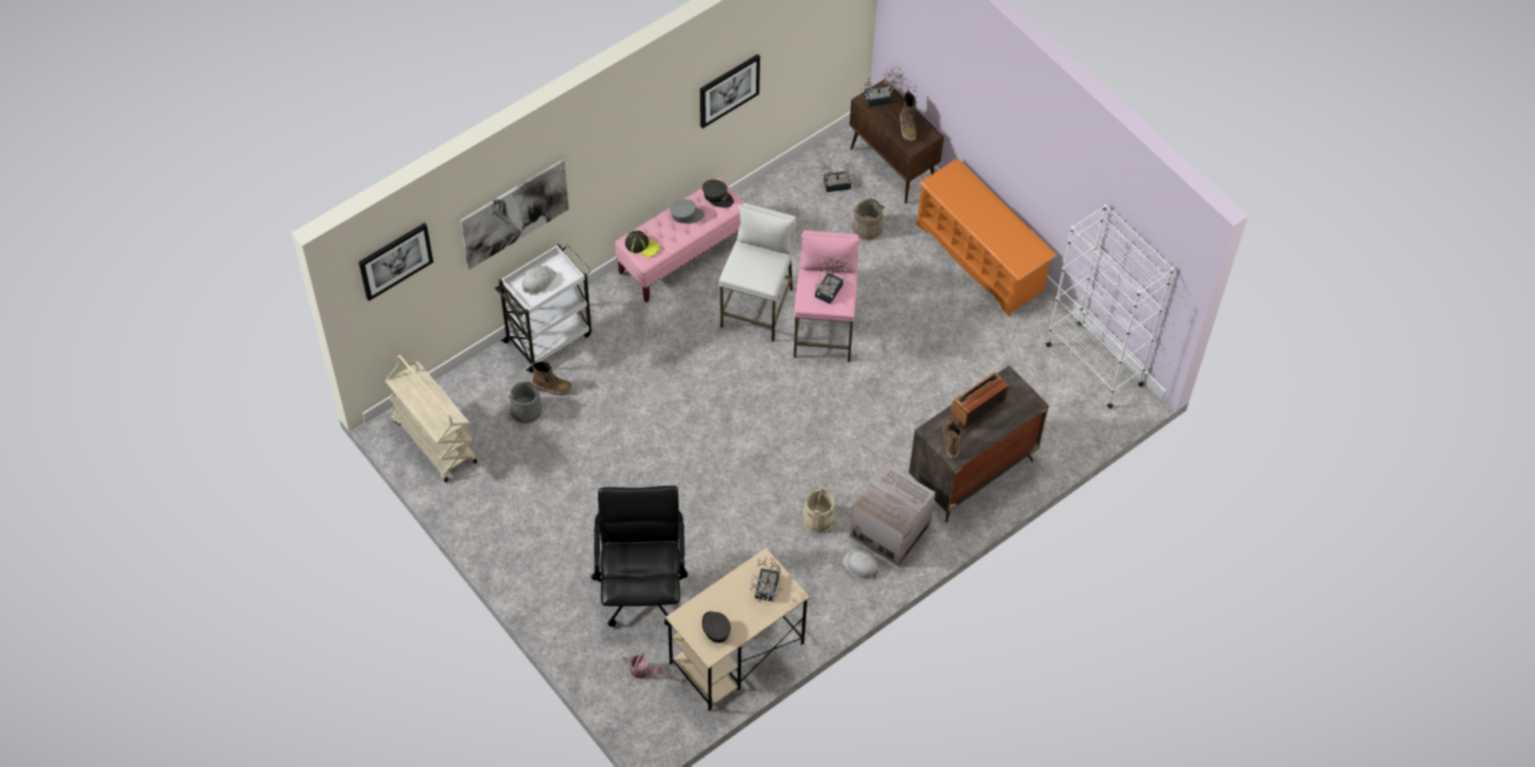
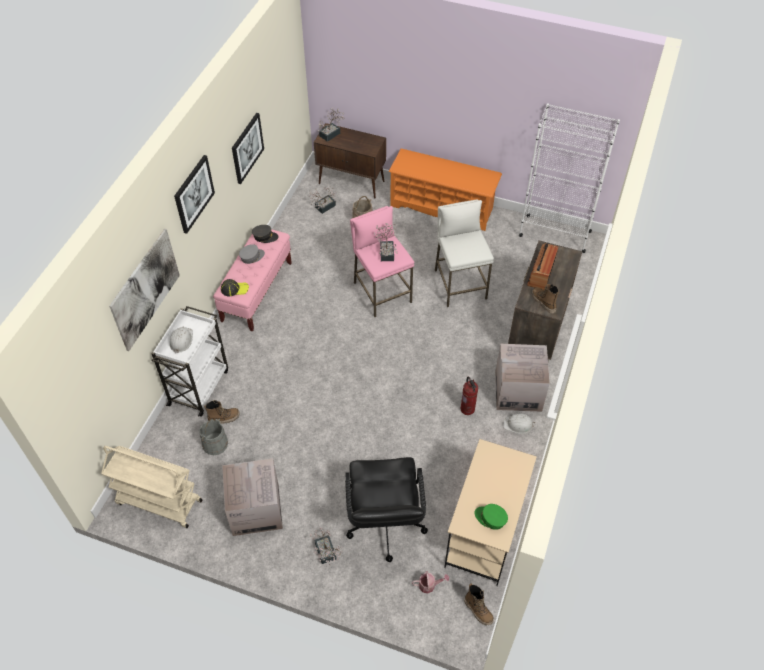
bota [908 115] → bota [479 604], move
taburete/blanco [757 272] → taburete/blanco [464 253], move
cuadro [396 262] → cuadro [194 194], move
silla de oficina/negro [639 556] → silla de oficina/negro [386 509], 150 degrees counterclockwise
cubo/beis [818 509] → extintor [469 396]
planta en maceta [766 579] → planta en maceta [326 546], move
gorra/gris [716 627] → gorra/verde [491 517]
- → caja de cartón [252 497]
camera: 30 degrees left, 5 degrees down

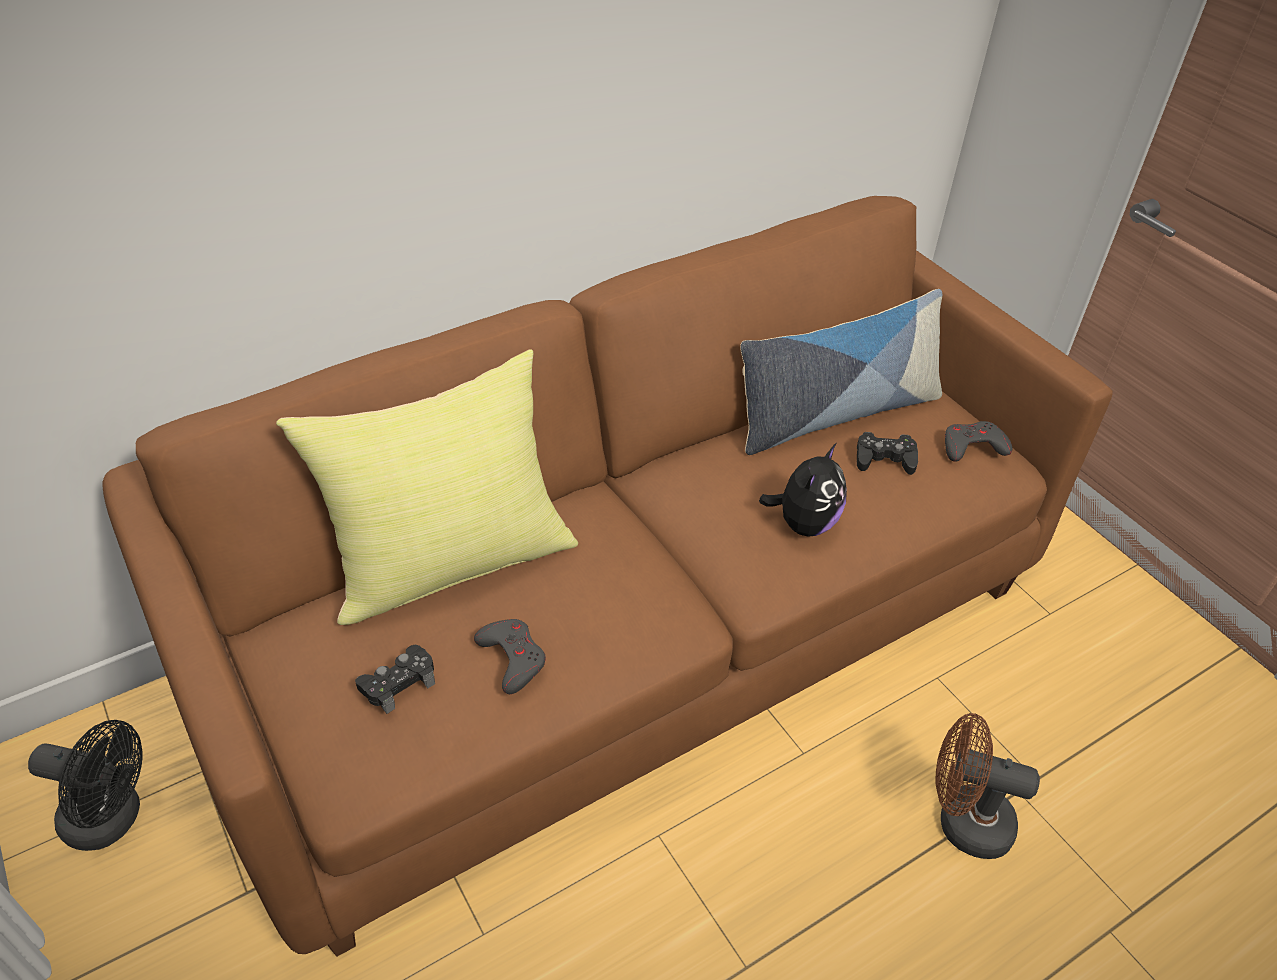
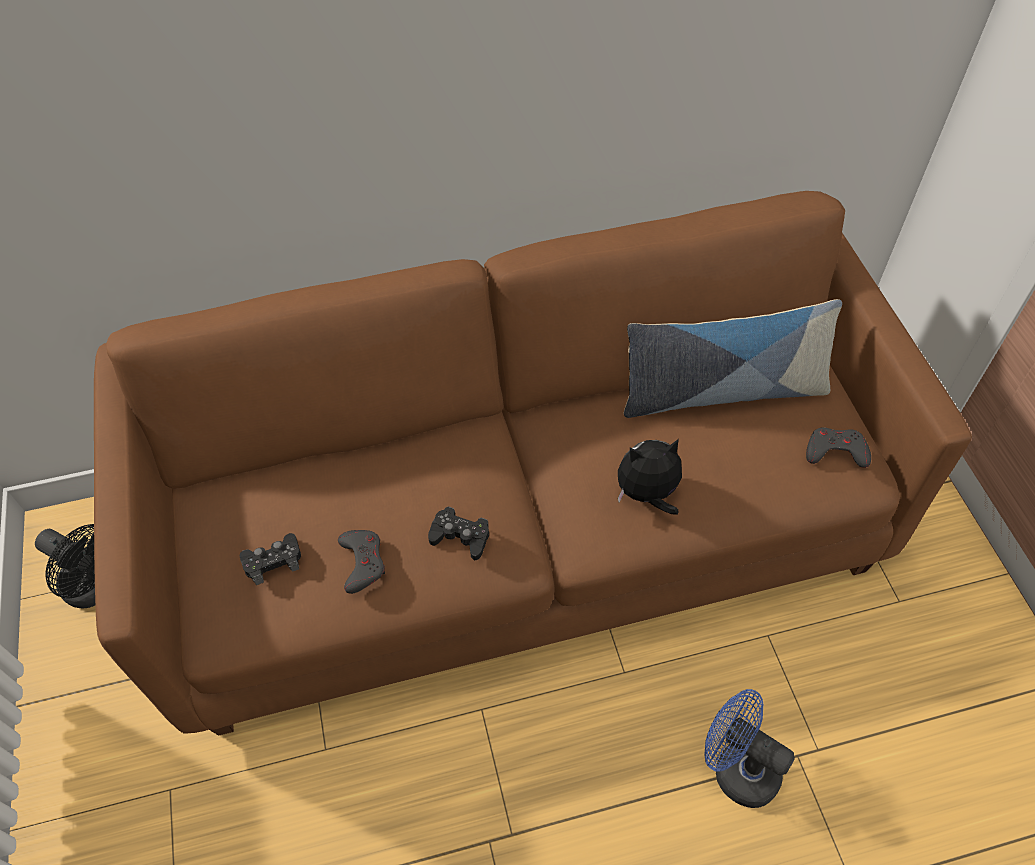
cojín/amarillo [427 487] → -
mando de consola/negro [887 453] → mando de consola/negro [458 533], move
peluche [803 490] → peluche [650 477], 150 degrees counterclockwise
ventilador/marrón [987 786] → ventilador/azul [749 748]
camera: 20 degrees right, 10 degrees up

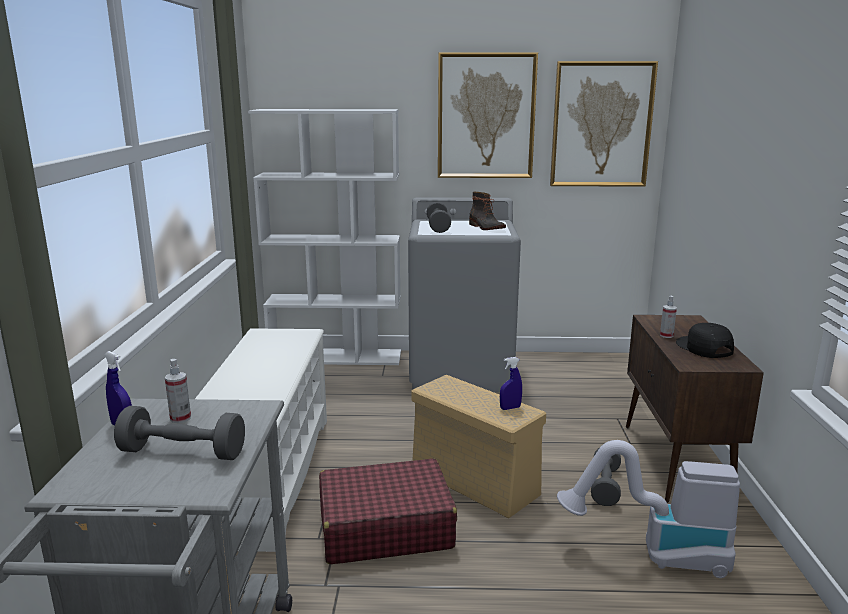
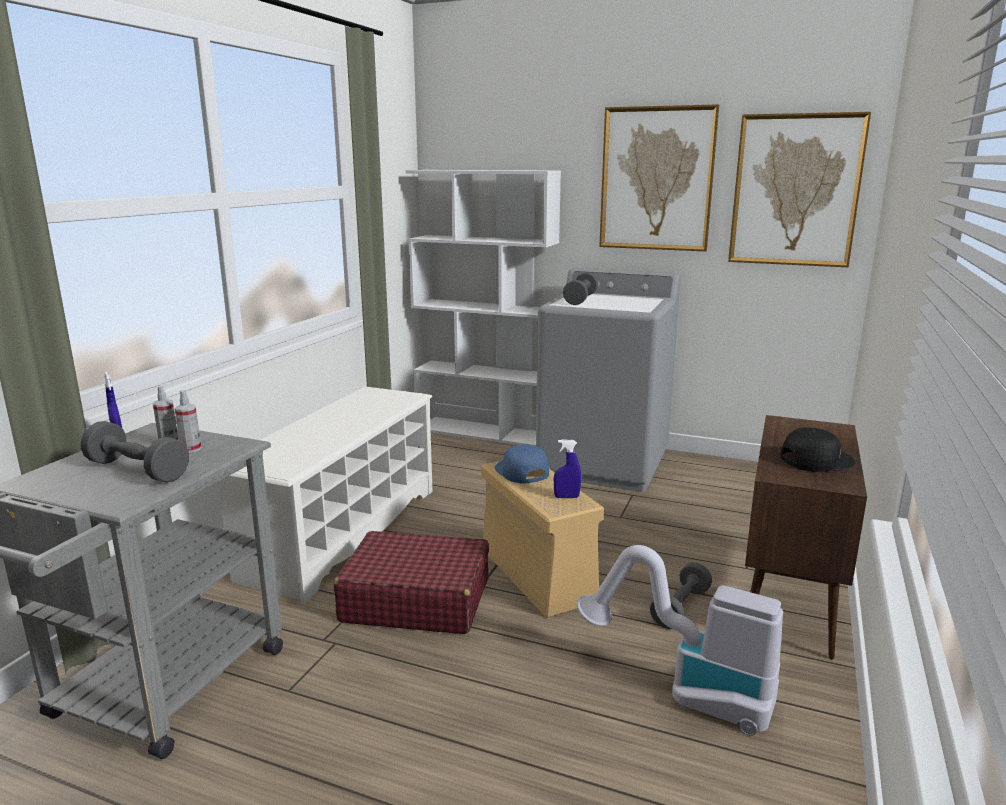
bota [487 211] → -
pulverizador [668 317] → pulverizador [188 421], move
gorra/negro [705 340] → gorra/negro [818 450], 75 degrees clockwise
- → gorra/azul [522 464]
camera: 20 degrees right, 0 degrees up

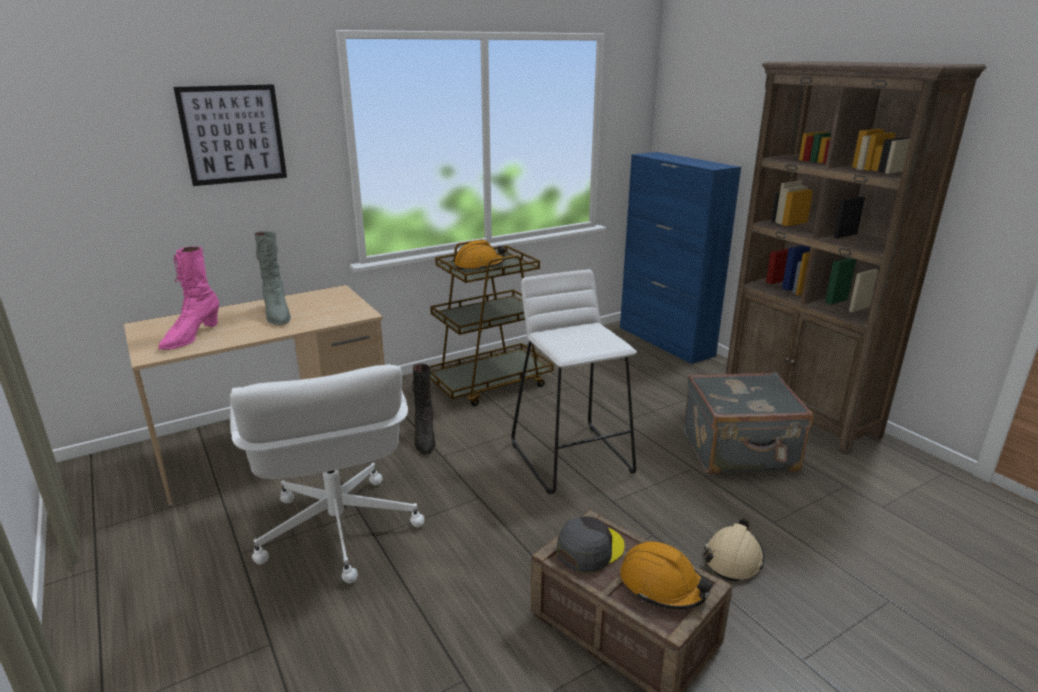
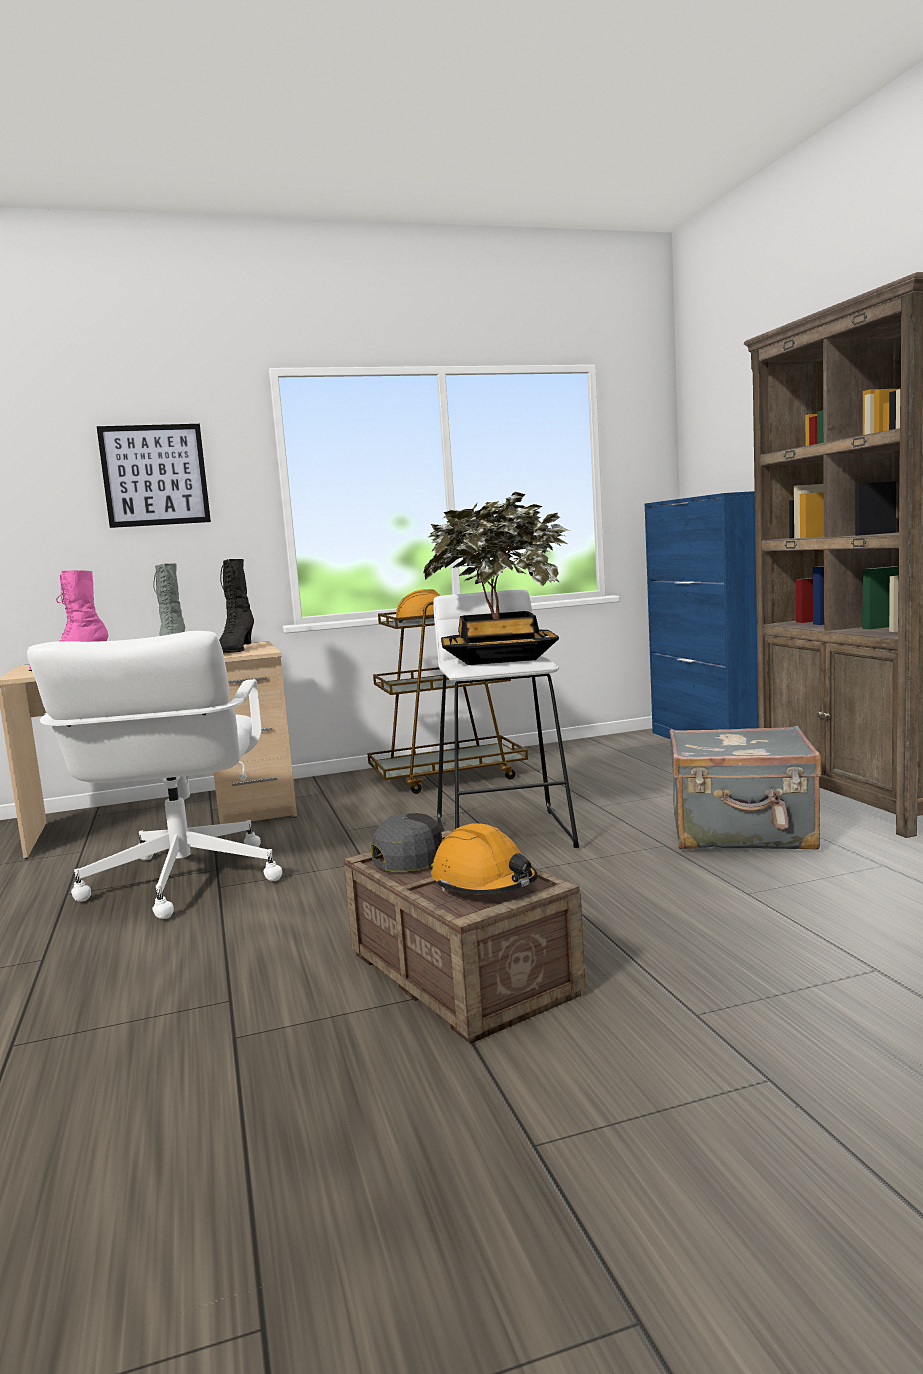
bota/negro [424 409] → bota/negro [236 606], move
casco/beis [734 549] → -
- → planta en maceta [496 578]
camera: 15 degrees right, 15 degrees down

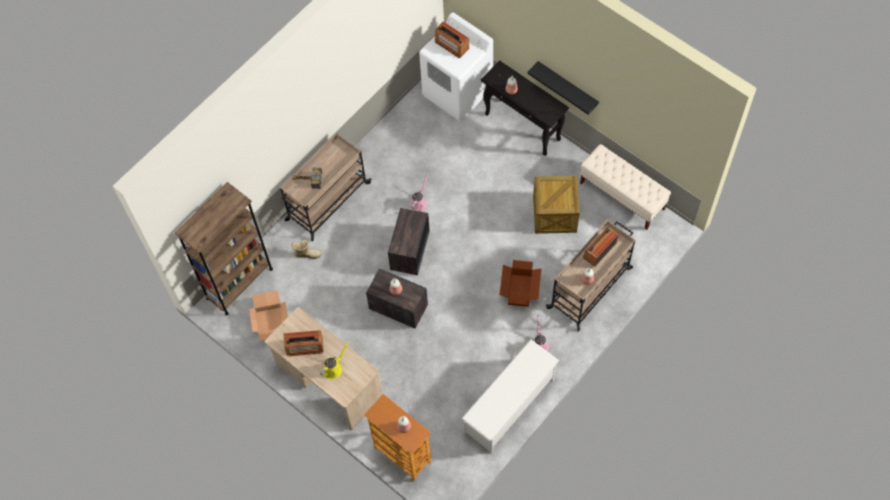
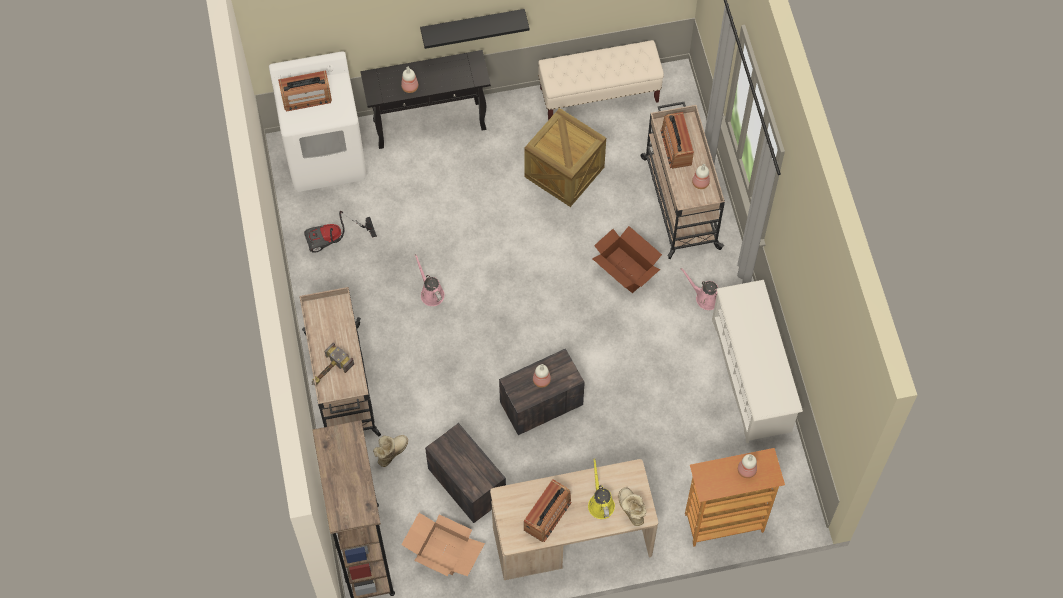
caja de embalaje [409 241] → caja de embalaje [465 473], move
- → aspiradora [340 232]
- → bota [632 506]
camera: 55 degrees left, 0 degrees up

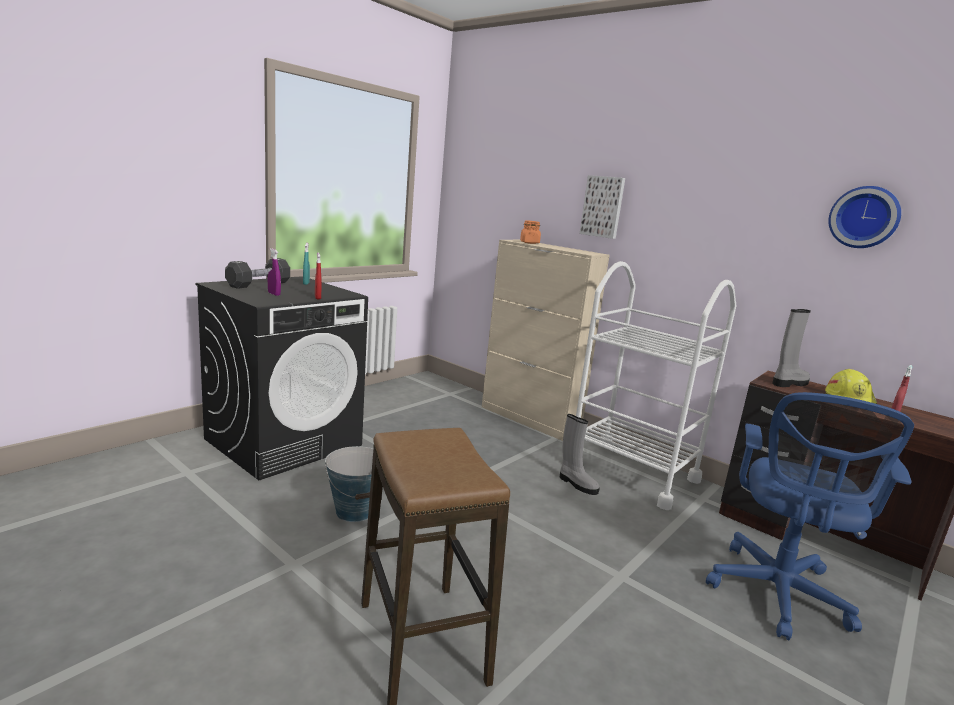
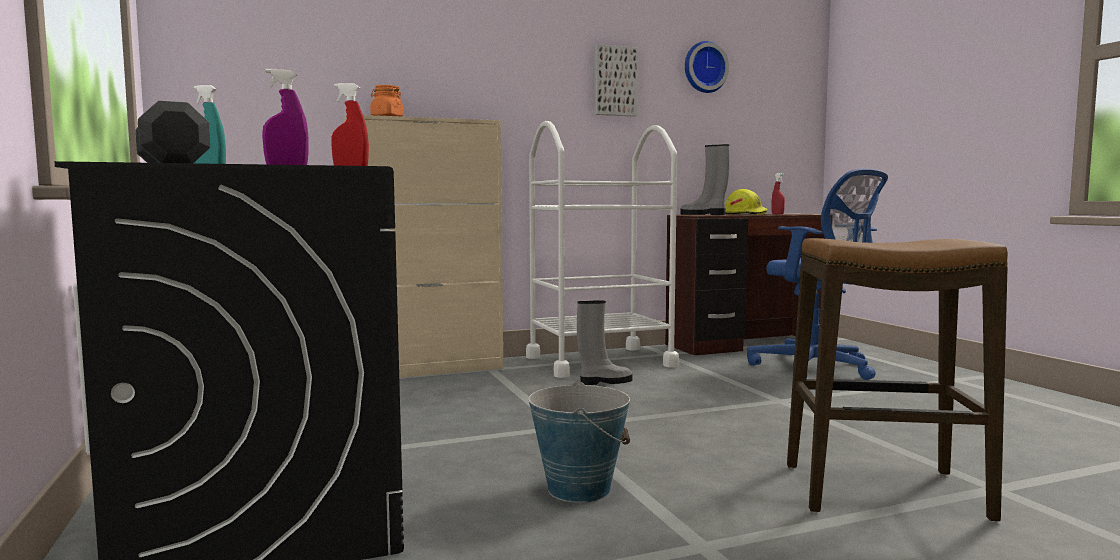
cuadro [602 207] → cuadro [616 80], move
bota/gris [791 348] → bota/gris [705 179], 60 degrees counterclockwise
camera: 60 degrees left, 10 degrees down

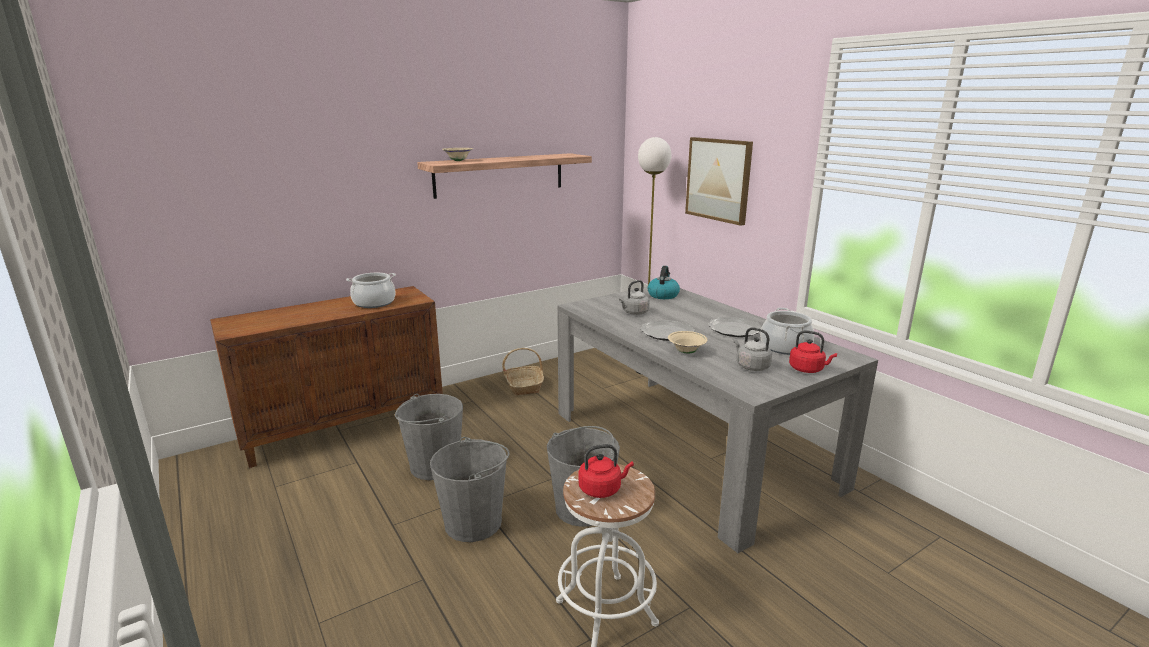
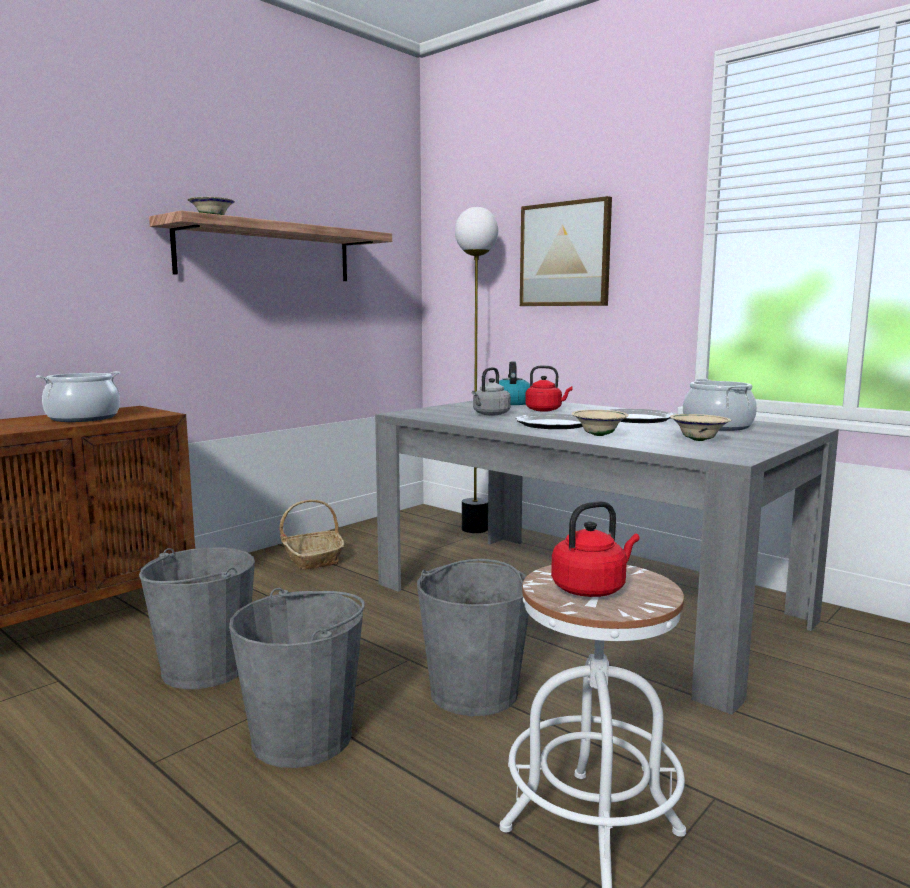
hervidor/gris [752 349] → cuenco/beis [700 427]
hervidor/rojo [813 351] → hervidor/rojo [549 389], move
camera: 15 degrees left, 10 degrees down

